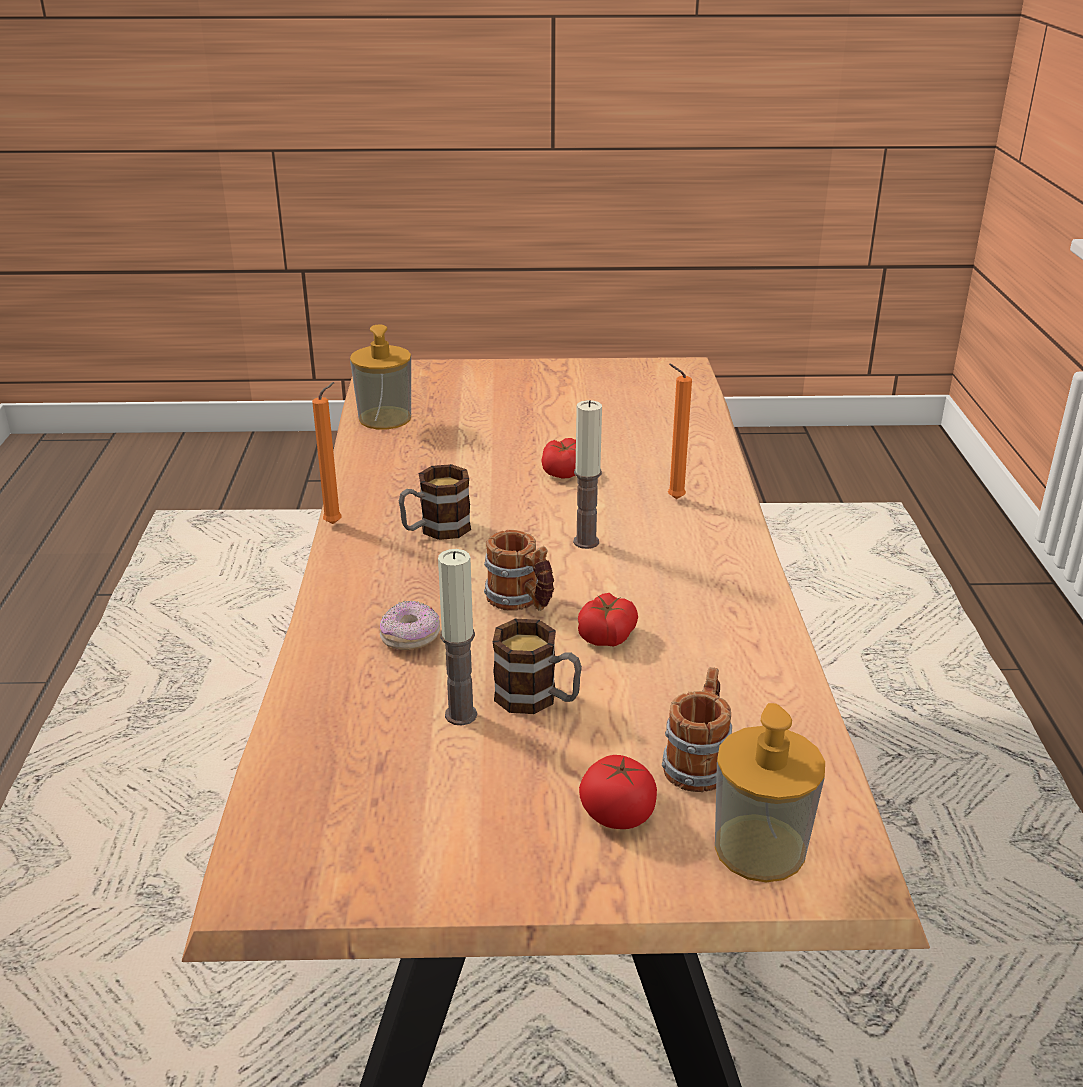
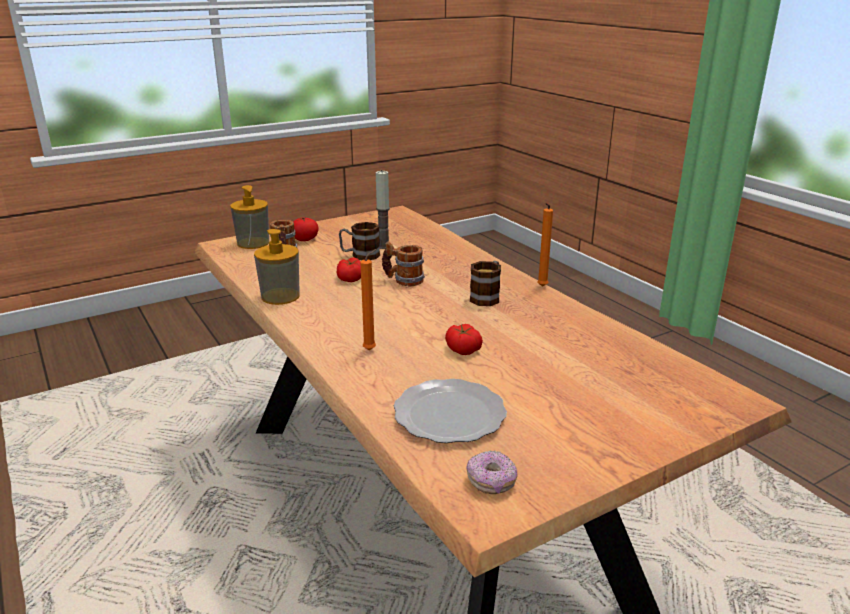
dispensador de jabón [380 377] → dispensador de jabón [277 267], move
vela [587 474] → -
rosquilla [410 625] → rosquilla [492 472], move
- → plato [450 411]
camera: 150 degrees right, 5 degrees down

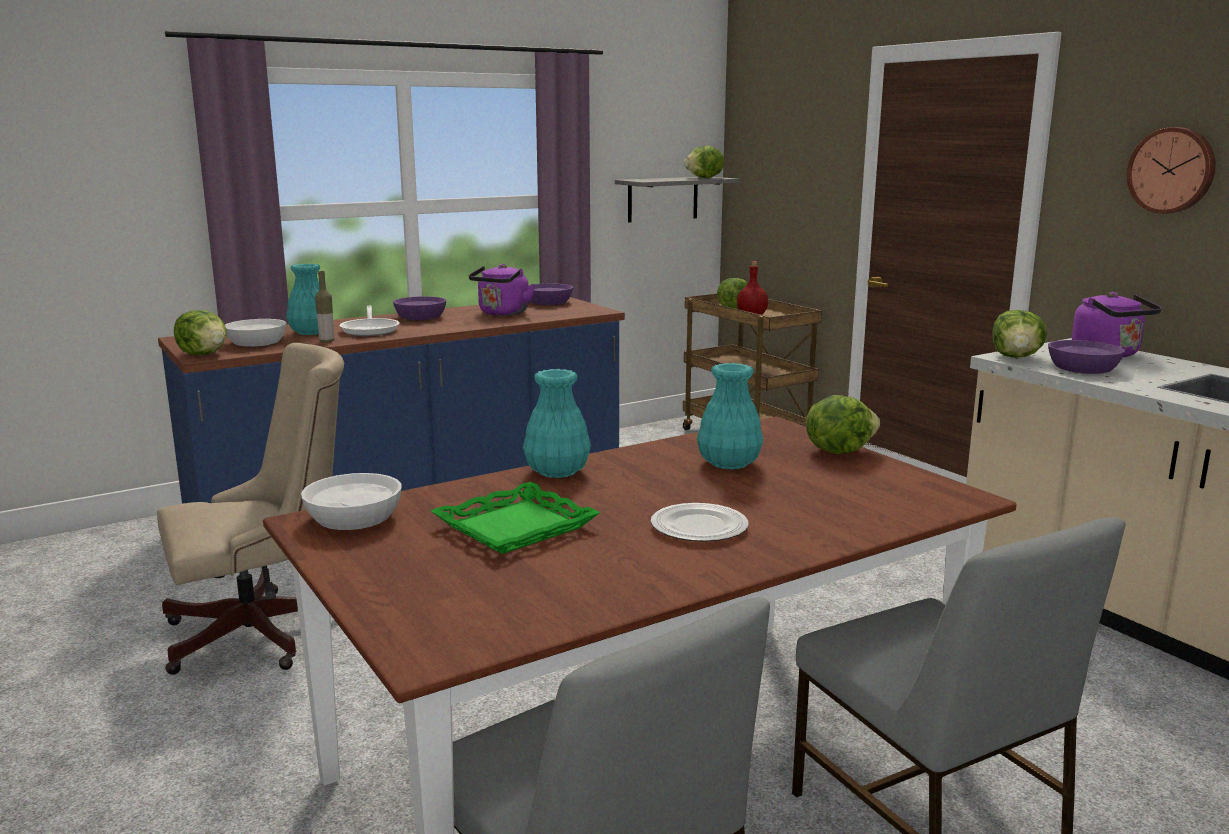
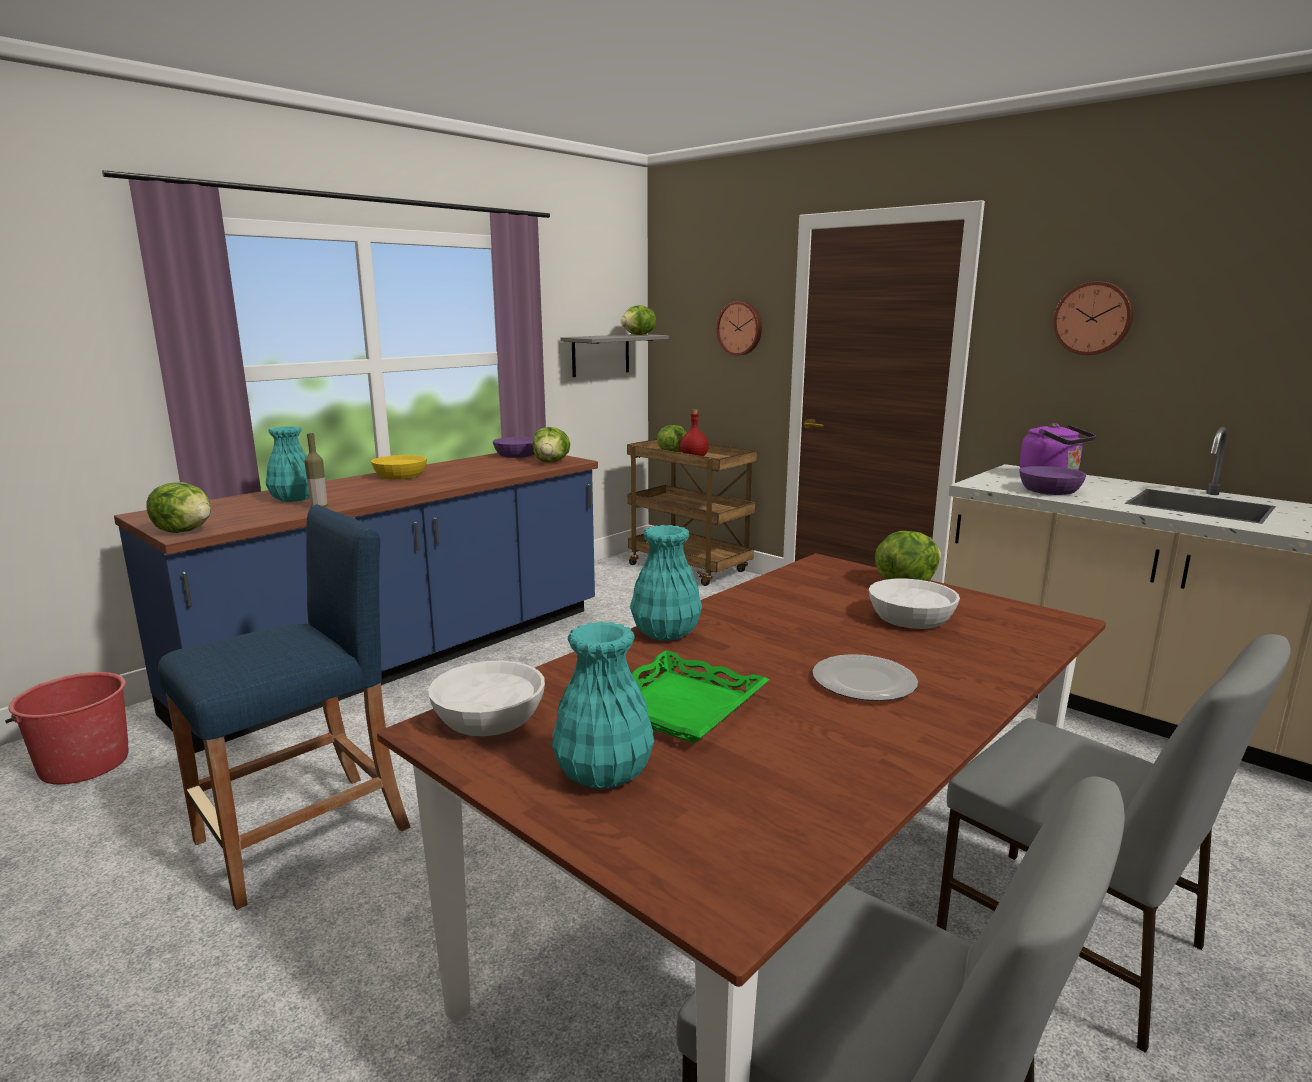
hervidor/morado [502 290] → -
cuenco/morado [419 308] → cuenco/amarillo [399 467]
sartén [369 321] → -
lechuga [1020 334] → lechuga [551 444], move
cuenco/blanco [256 333] → cuenco/blanco [914 604], move
silla de oficina/beis [250 509] → taburete/azul [284 707]
florero/turquesa [730 416] → florero/turquesa [603 705], move
- → reloj de pared [739 328]
- → cubo/rojo [66 728]
camera: 15 degrees left, 0 degrees up

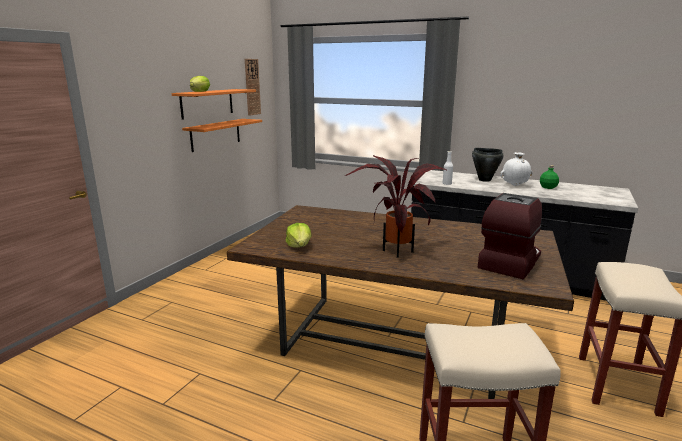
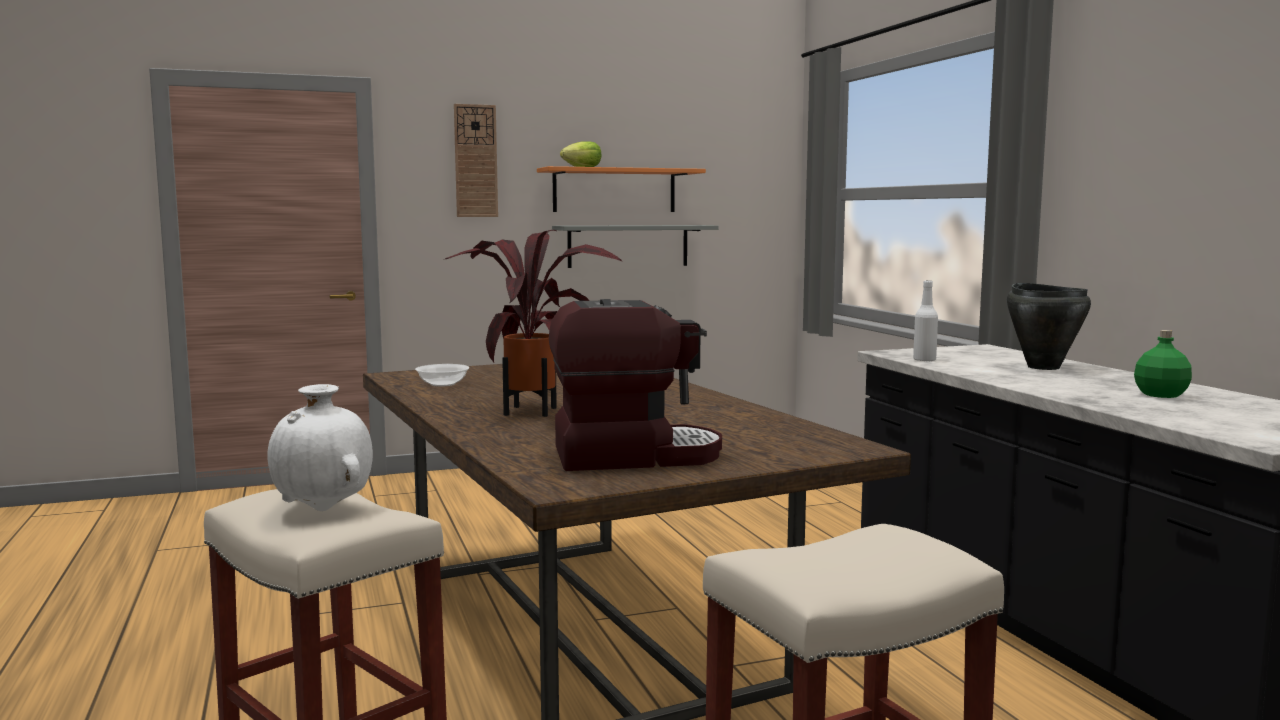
reloj de pared [253 87] → reloj de pared [476 160], move
estante/naranja [222 135] → estante/gris [635 246]
florero/blanco [516 169] → florero/blanco [320 447], move
lechuga [298 235] → cuenco [442 375]
camera: 45 degrees right, 10 degrees down

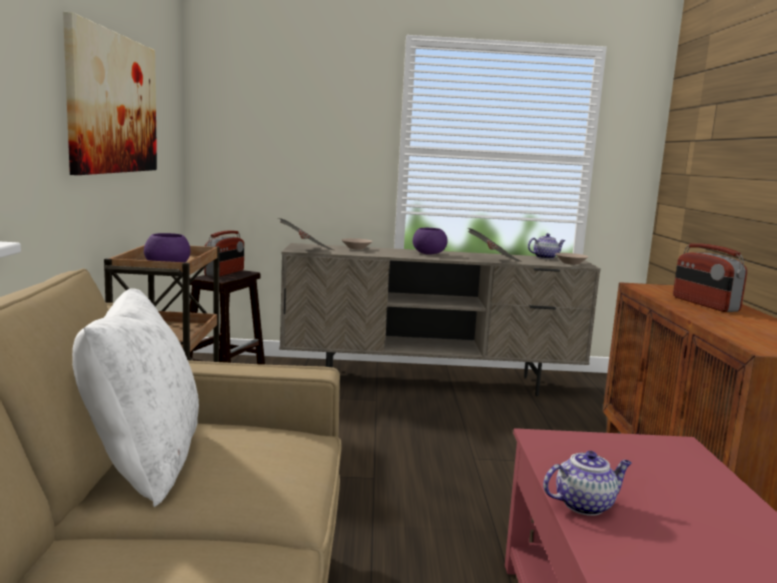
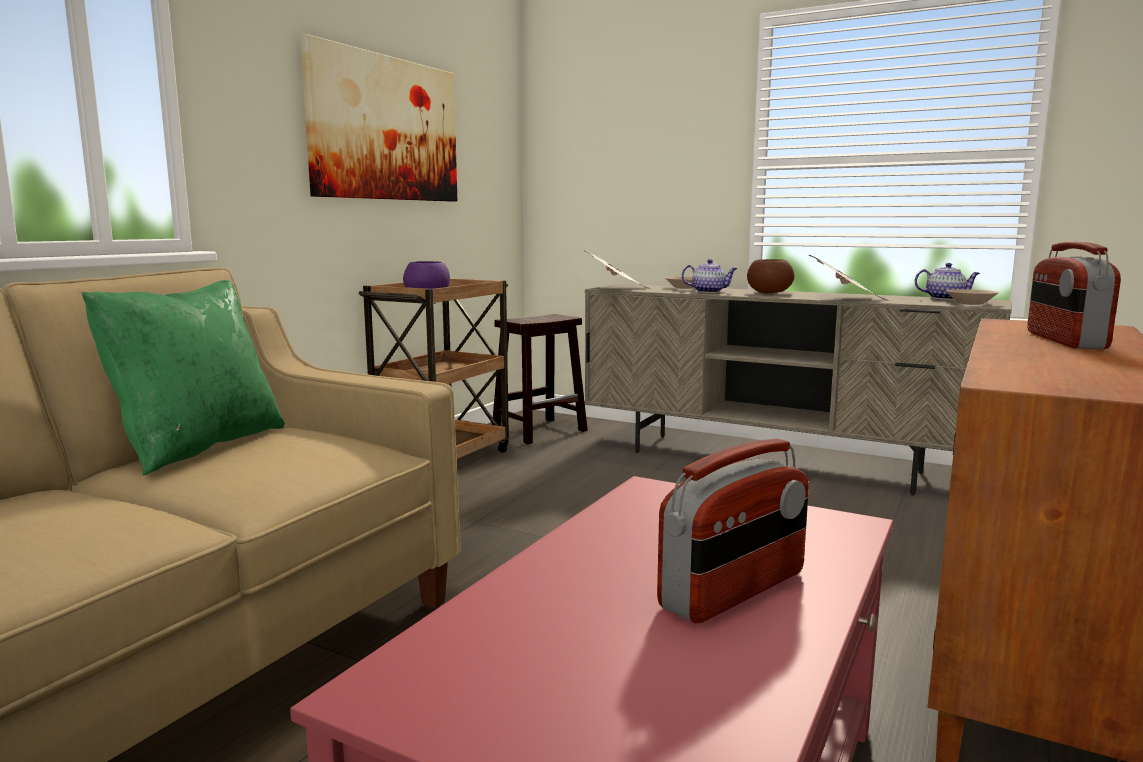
cuenco/morado [430 241] → cuenco/marrón [770 276]
radio [224 253] → radio [733 531], move
cojín/blanco [135 397] → cojín/verde [183 377]
tetera [587 483] → tetera [709 276], move
camera: 30 degrees right, 0 degrees up

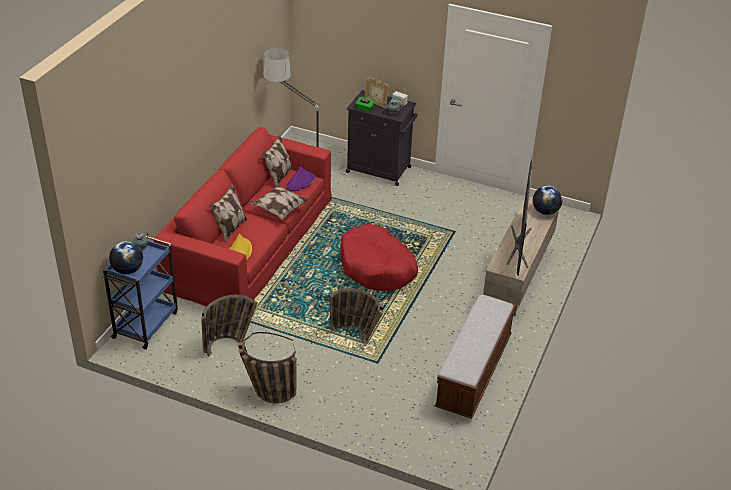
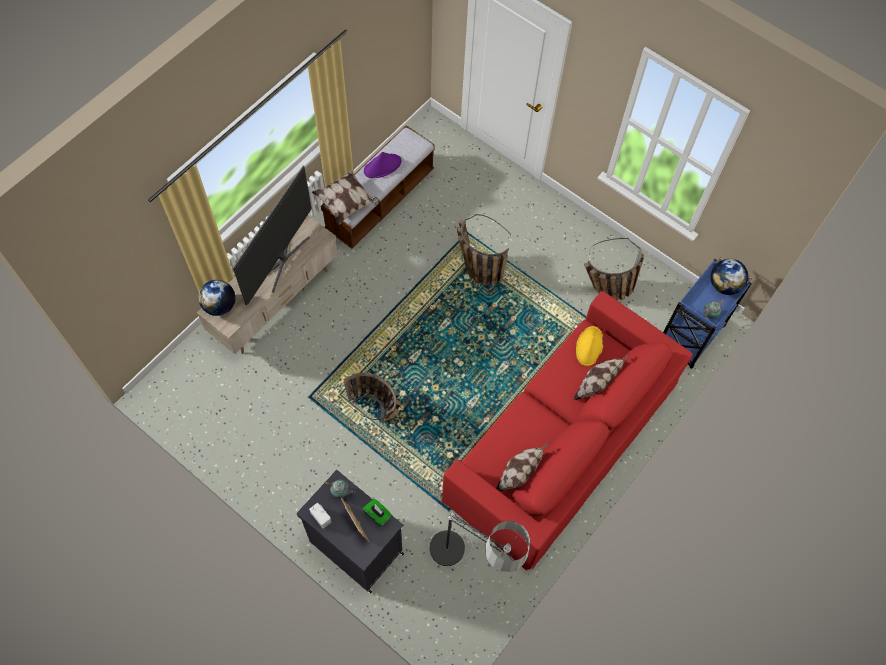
sombrero/morado [300 179] → sombrero/morado [382 165], move
cojín [279 202] → cojín [346 197], move
cama para perro/rojo [379 257] → -
cesta [267 367] → cesta [371 397], move
camera: 165 degrees left, 25 degrees up

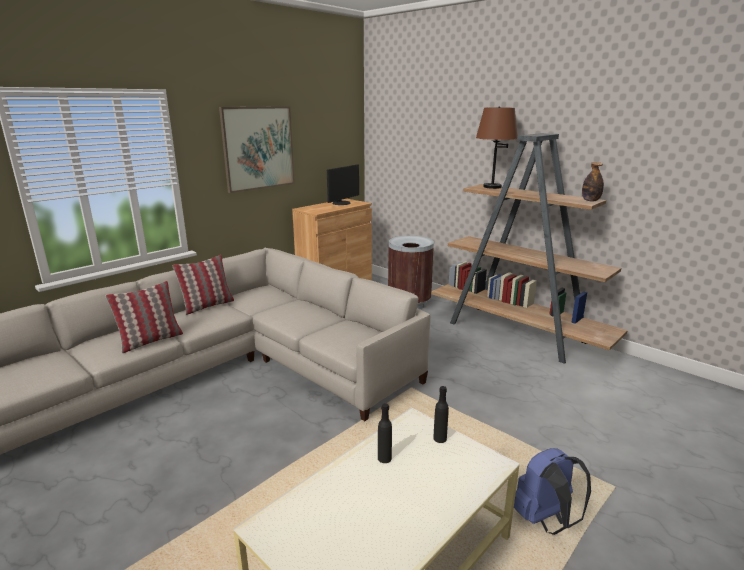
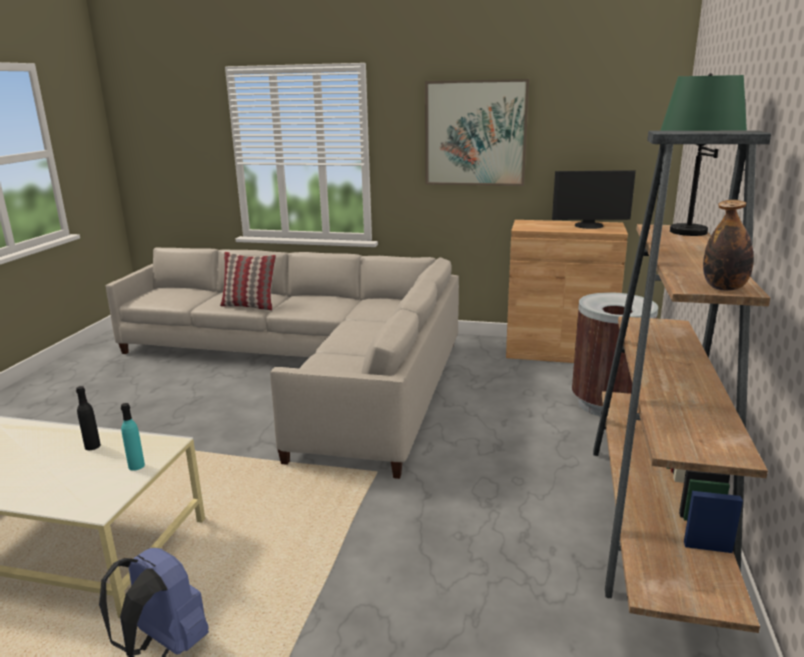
lámpara de mesa/marrón [497 147] → lámpara de mesa/verde [703 154]
cojín [203 285] → -
botella/negro [441 414] → botella/turquesa [133 437]
camera: 60 degrees right, 0 degrees up

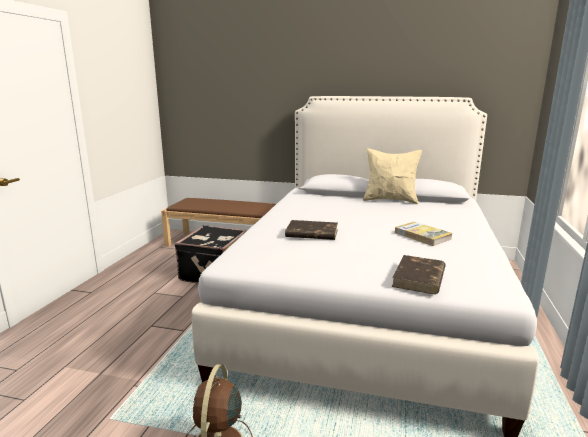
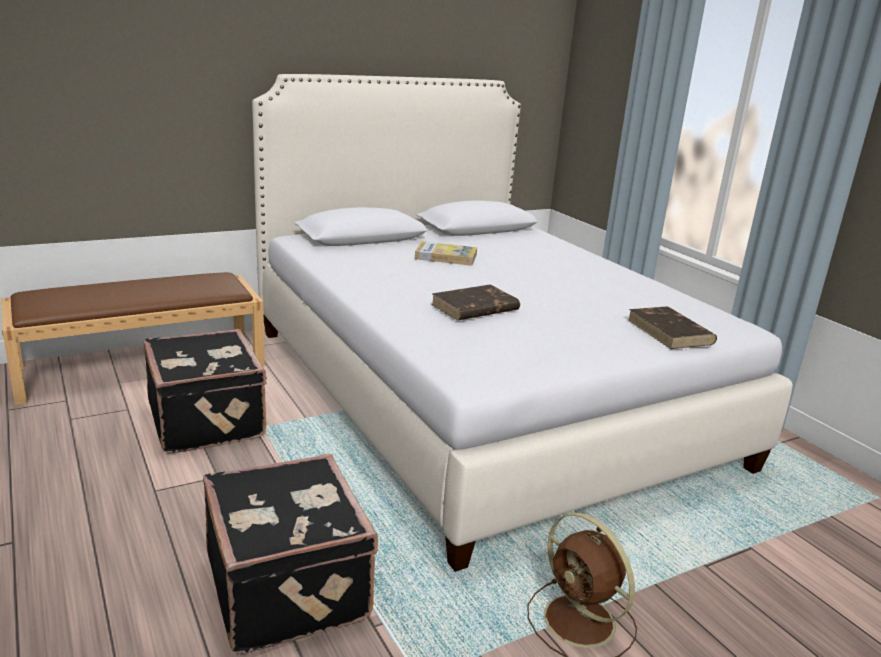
cojín/beis [392 176] → -
libro [423 234] → libro [446 253], move
- → maleta/negro [290 554]
camera: 45 degrees left, 5 degrees up

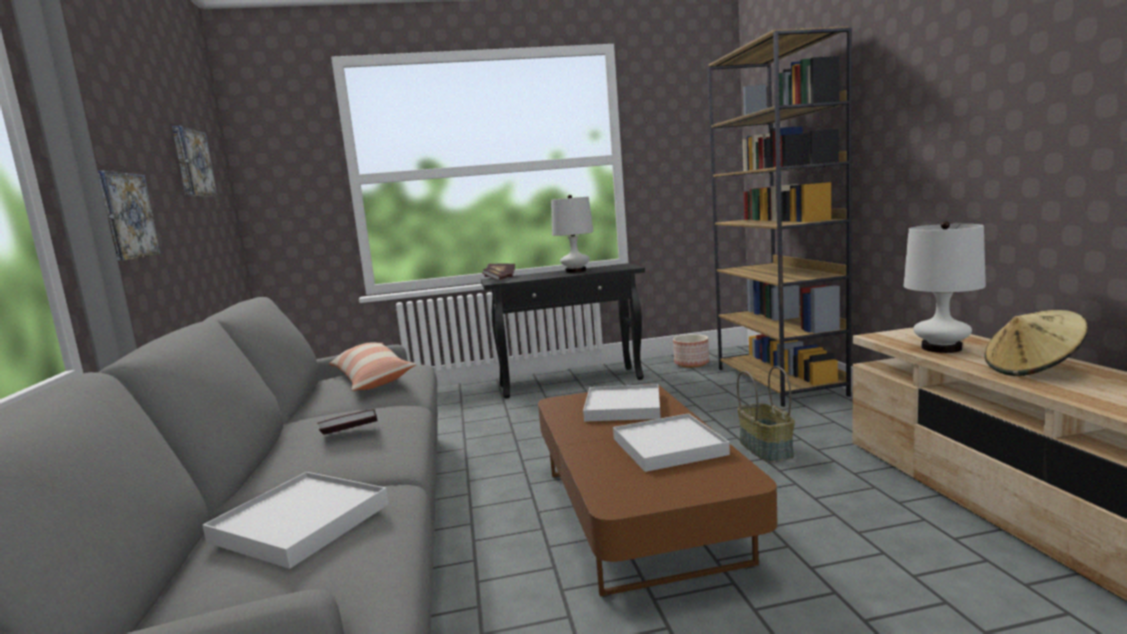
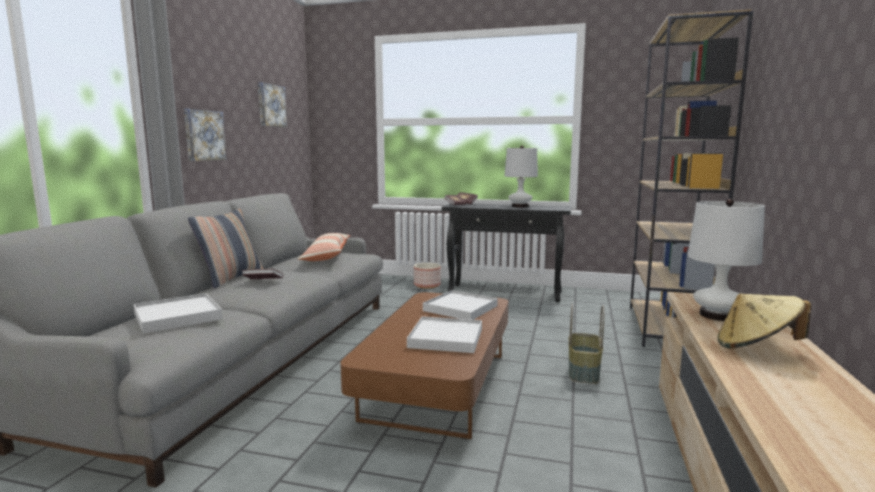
maceta [691 351] → maceta [427 276], move
- → cojín [225 248]
camera: 25 degrees right, 0 degrees up

